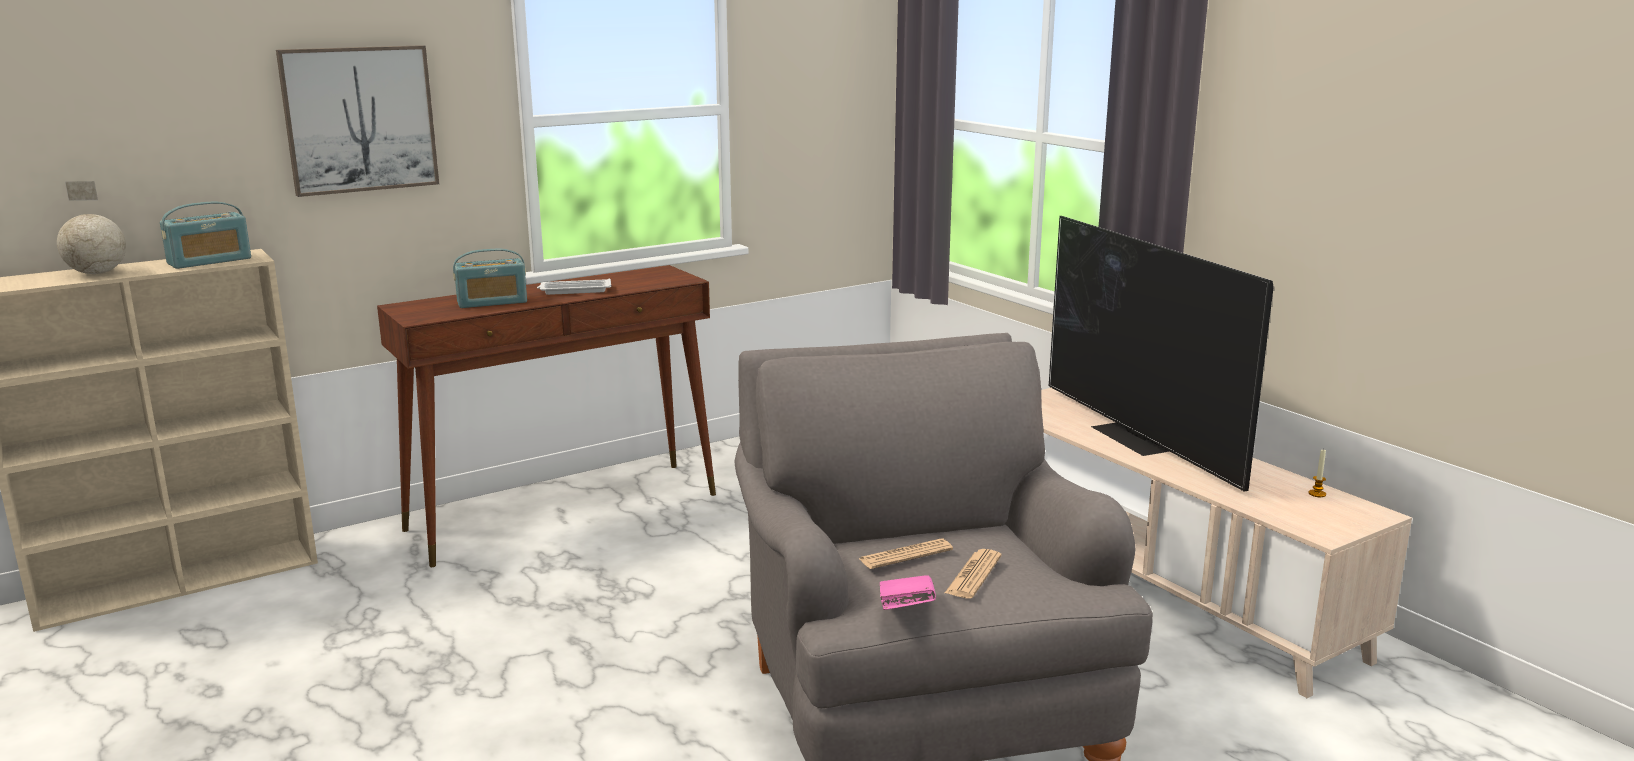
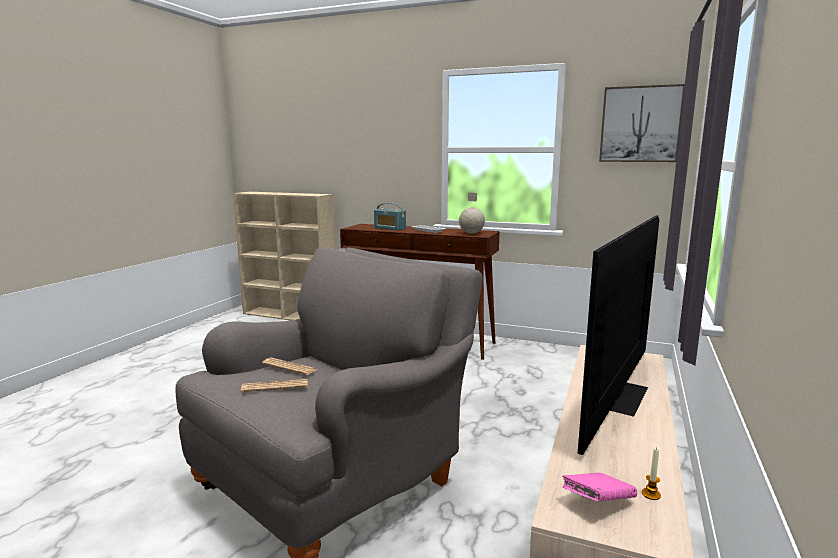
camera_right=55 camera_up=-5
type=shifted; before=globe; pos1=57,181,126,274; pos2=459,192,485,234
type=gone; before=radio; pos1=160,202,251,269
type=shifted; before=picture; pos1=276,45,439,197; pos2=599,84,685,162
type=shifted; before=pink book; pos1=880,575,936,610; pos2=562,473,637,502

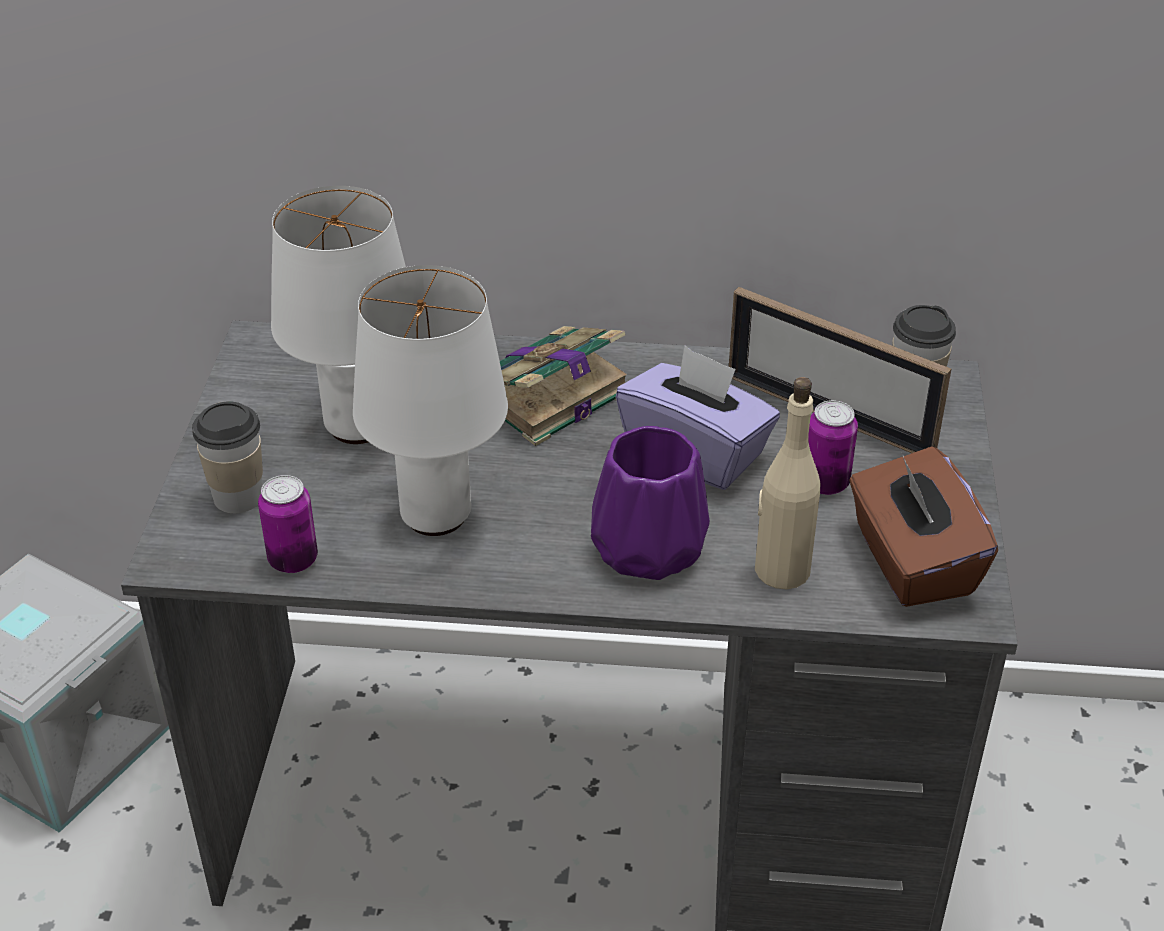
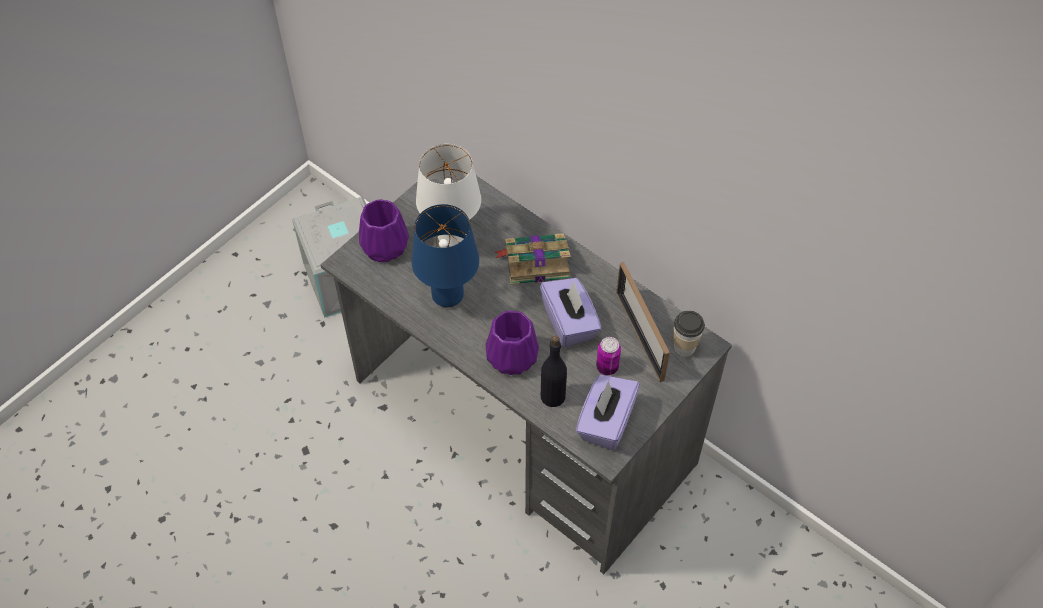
camera_right=35 camera_up=15
type=swapped; before=cup; after=purple vase; pos1=192,401,263,513; pos2=359,200,409,262
type=gone; before=can; pos1=258,475,318,573
type=repainted; before=white table lamp; after=blue table lamp; pos1=353,265,508,536; pos2=412,204,479,308
type=repainted; before=beige bottle; after=black bottle; pos1=755,377,820,590; pos2=541,336,567,407
type=repainted; before=brown tissue box; after=purple tissue box; pos1=849,446,998,607; pos2=576,375,640,450

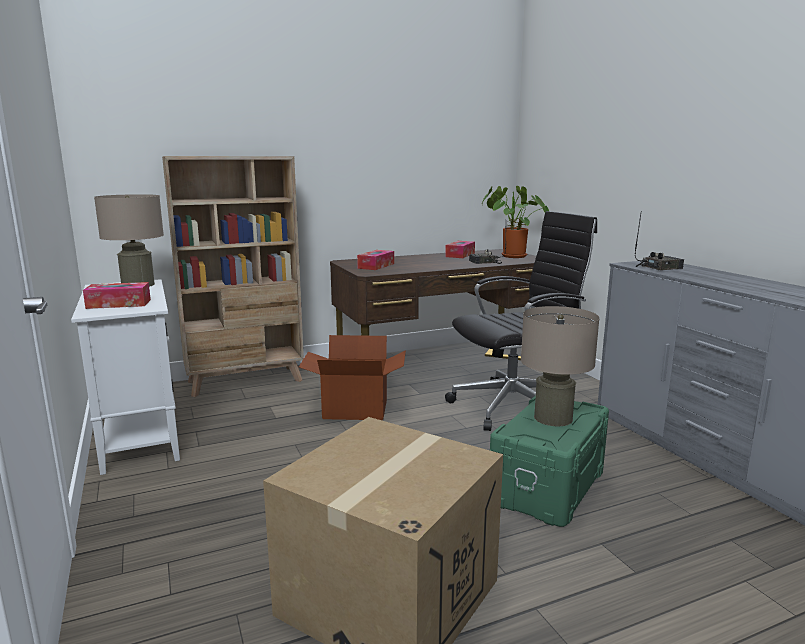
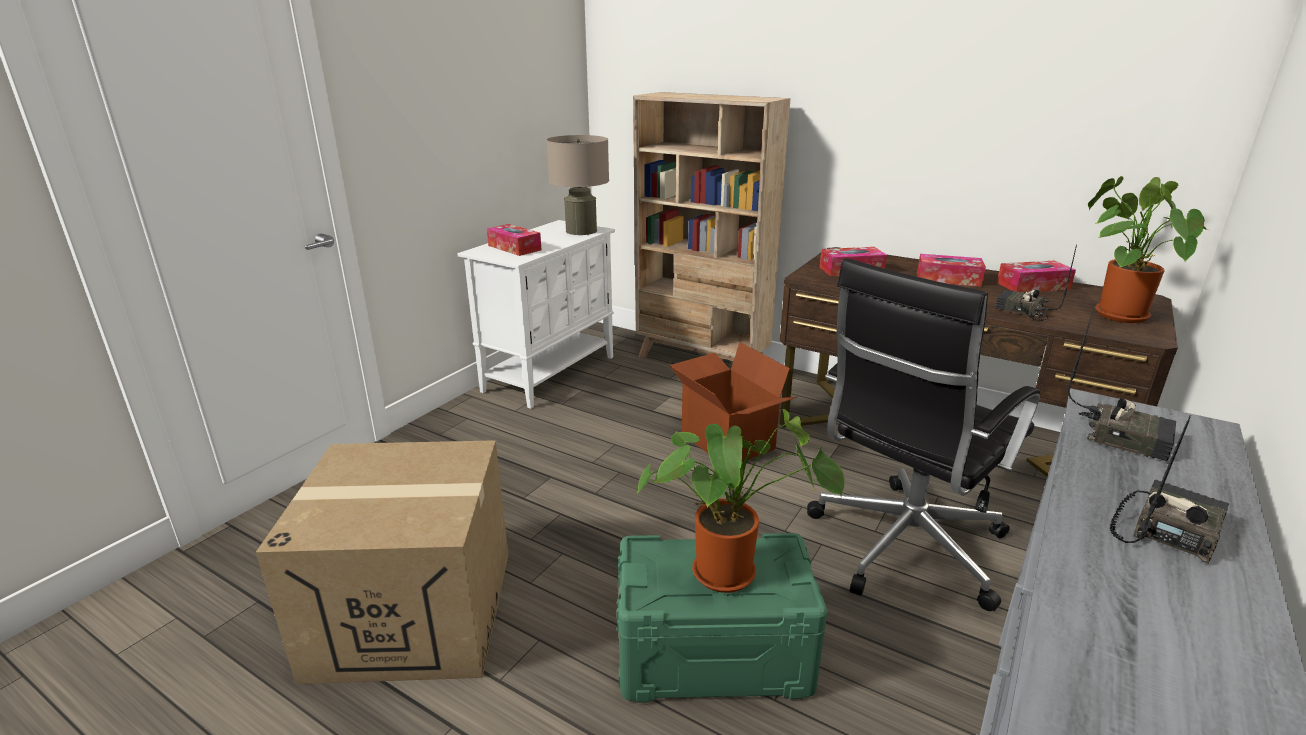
camera_right=55 camera_up=10
type=rotated; before=black office chair; pos1=445,211,597,431; pos2=807,258,1040,611; turn=105
type=swapped; before=beige table lamp; after=potted plant; pos1=521,306,600,426; pos2=637,409,845,593
type=new; after=tissue box; pos2=917,254,986,287
type=new; after=radio; pos2=1110,415,1229,564

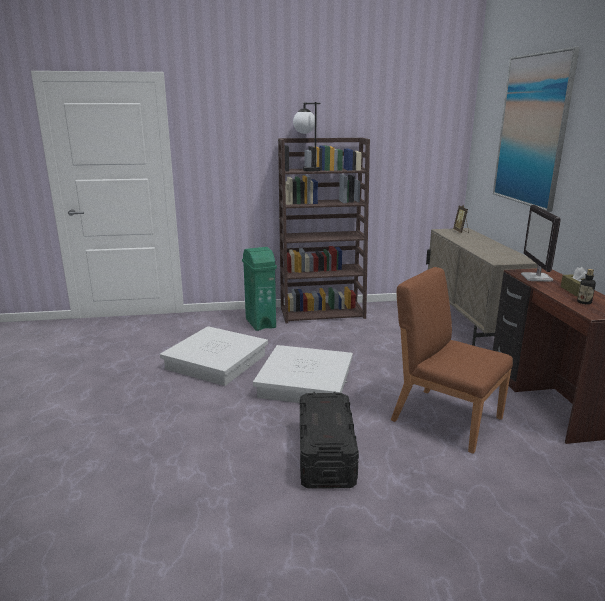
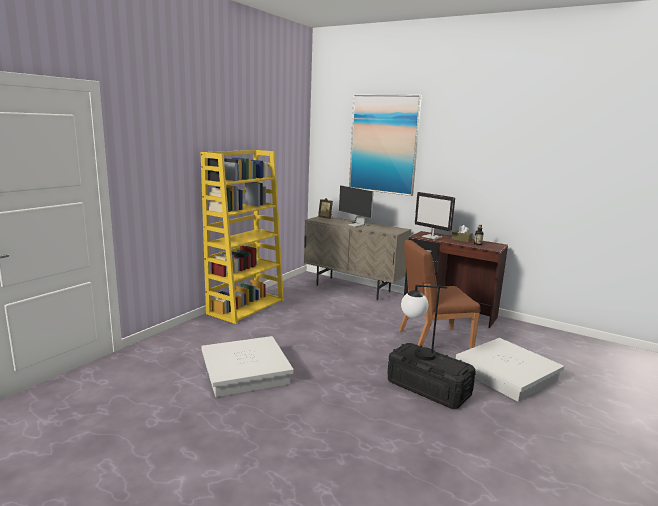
camera_right=-50 camera_up=-5
type=gone; before=green trash can; pos1=242,247,277,331
type=shifted; before=white storage box; pos1=253,345,353,403; pos2=456,338,564,402
type=repainted; before=brown bookcase; after=yellow bookcase; pos1=278,137,370,323; pos2=201,150,284,324
type=shifted; before=table lamp; pos1=293,102,321,171; pos2=401,285,447,361
type=new; after=monitor; pos2=339,185,374,227

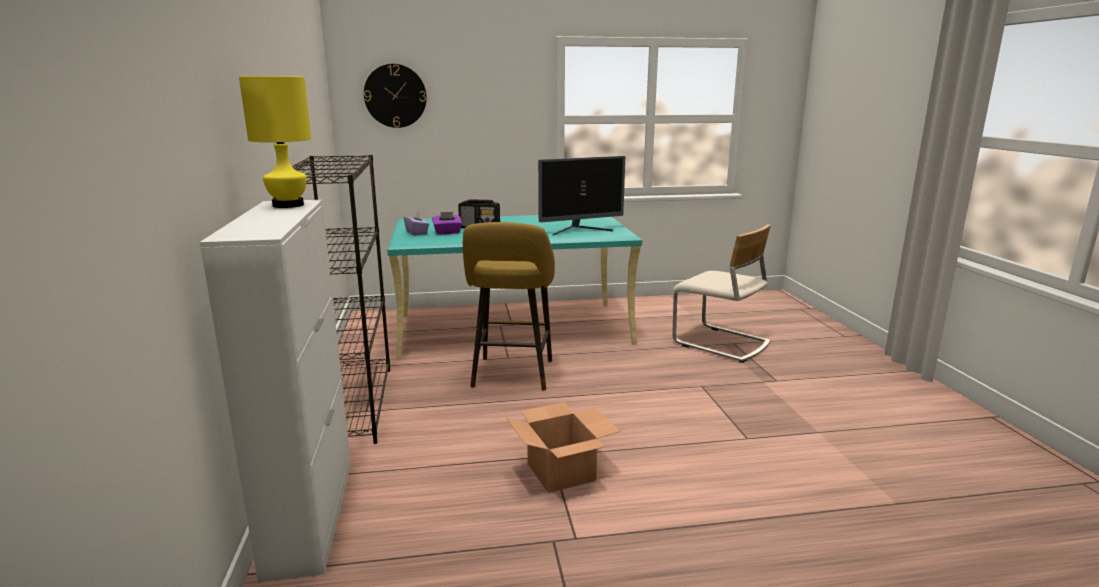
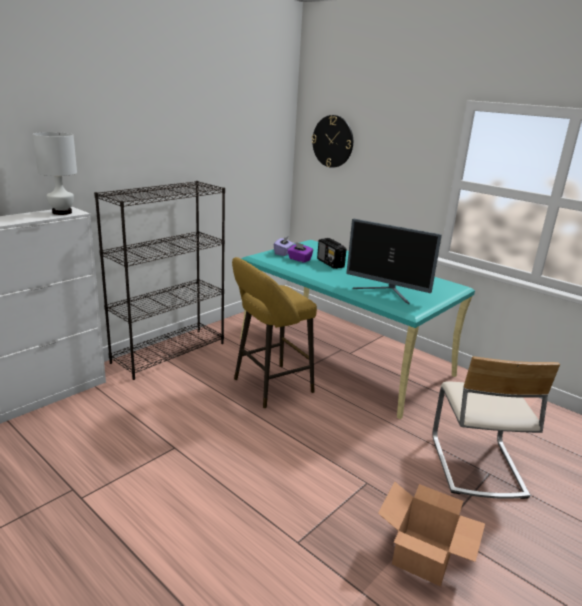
camera_right=50 camera_up=5
type=repainted; before=yellow table lamp; after=white table lamp; pos1=239,76,311,208; pos2=33,132,77,215
type=shifted; before=cardboard box; pos1=506,402,620,493; pos2=378,481,485,587

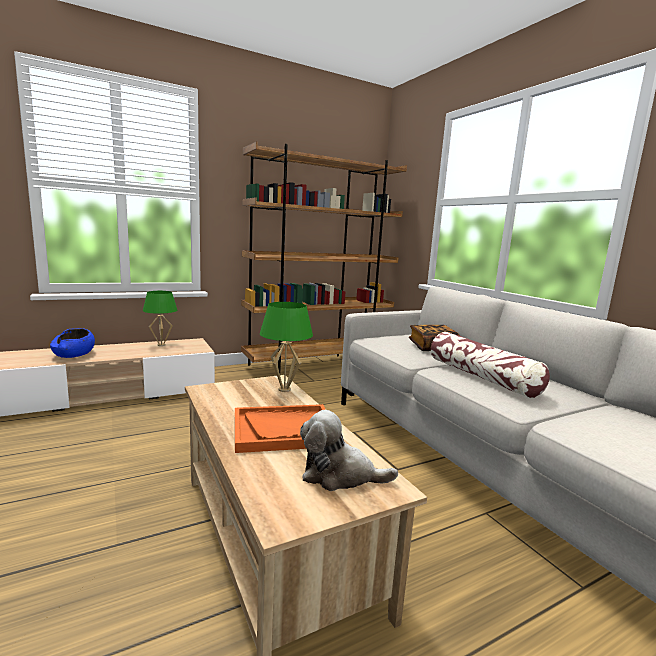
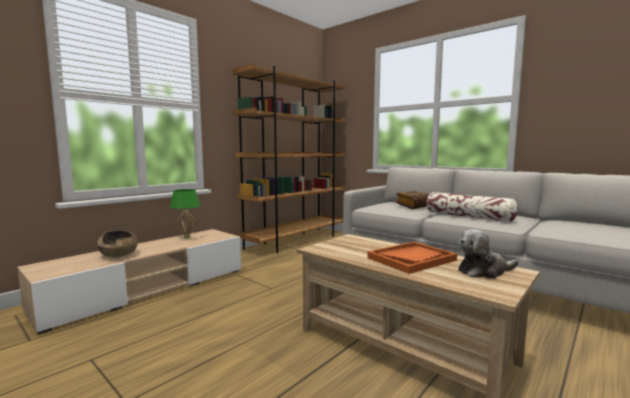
camera_right=-20 camera_up=-5
type=repainted; before=blue bowl; after=brown bowl; pos1=50,328,95,358; pos2=97,230,138,258
type=gone; before=green table lamp; pos1=260,302,313,392

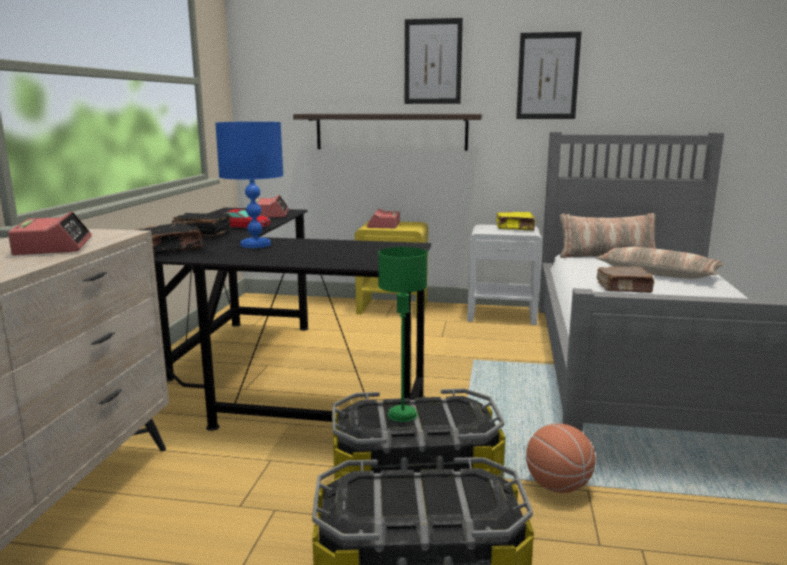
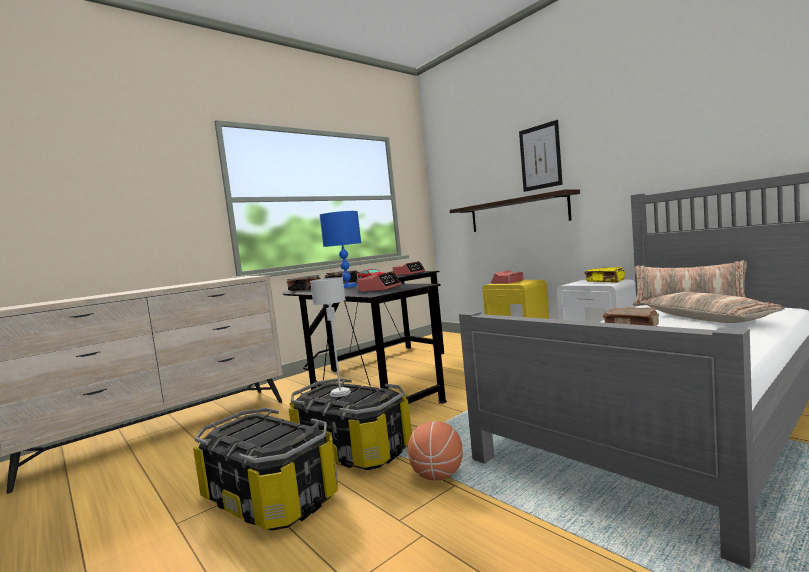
camera_right=40 camera_up=-10
type=shifted; before=alarm clock; pos1=8,212,92,255; pos2=357,271,402,292
type=repainted; before=green table lamp; after=grey table lamp; pos1=378,247,428,422; pos2=310,277,351,397
type=gone; before=picture; pos1=516,32,582,119

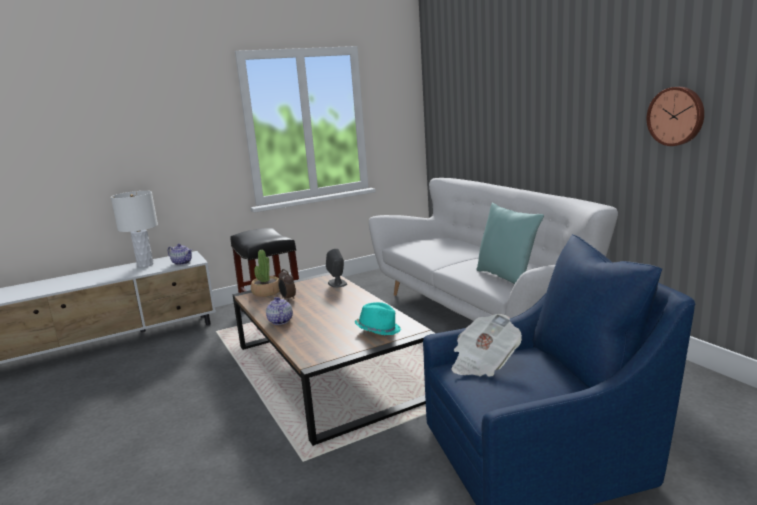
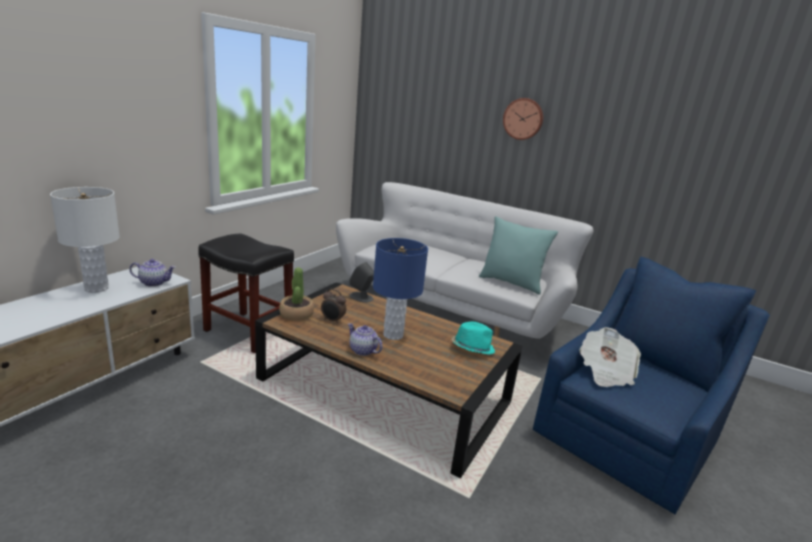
camera_right=-35 camera_up=5
type=shifted; before=wall clock; pos1=647,87,704,146; pos2=503,98,543,140
type=new; after=blue table lamp; pos2=373,238,428,340

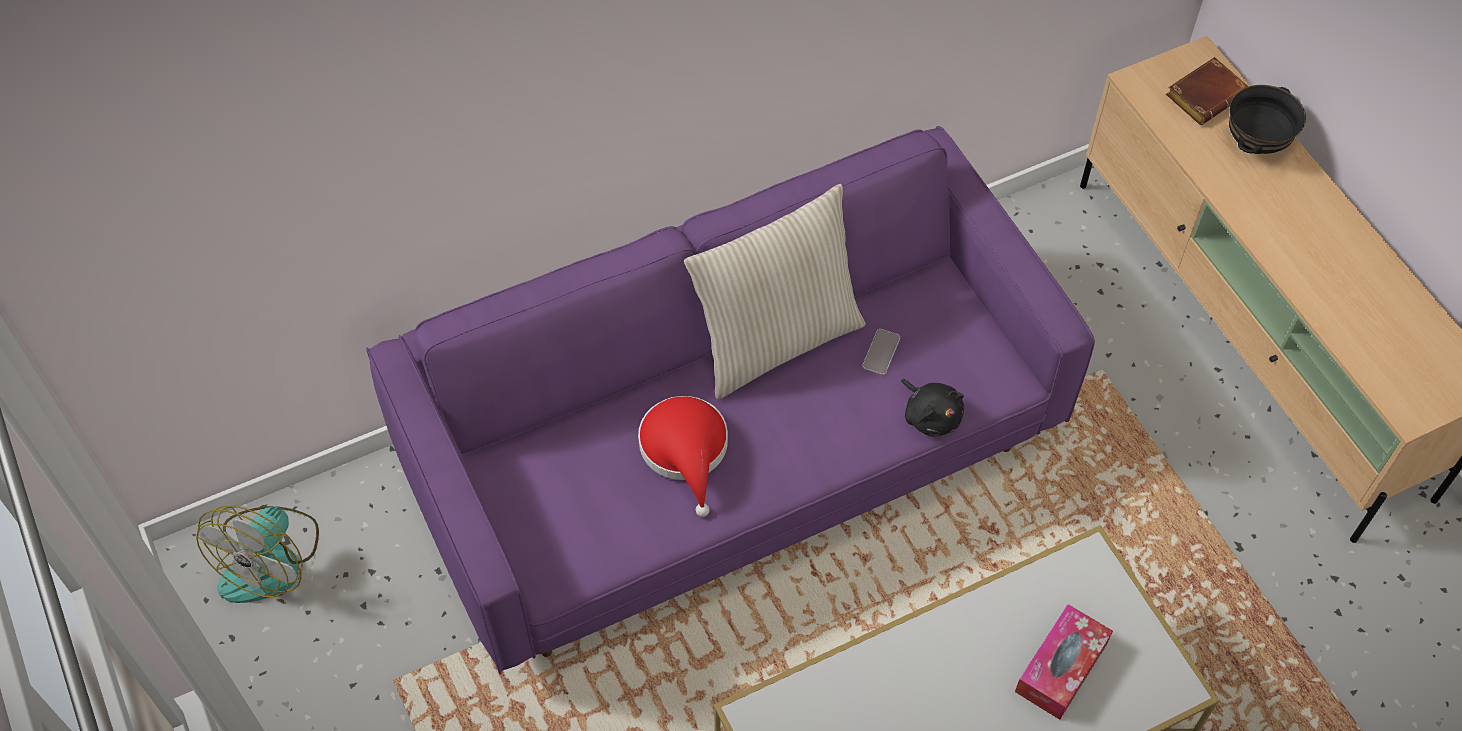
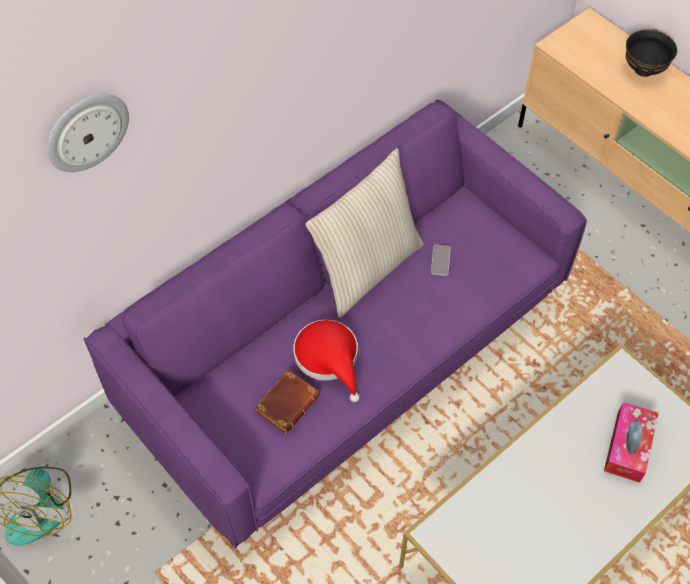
camera_right=-15 camera_up=0
type=gone; before=black plush toy; pos1=901,379,964,437
type=shifted; before=brown book; pos1=1166,57,1248,125; pos2=254,369,320,434
type=new; after=wall clock; pos2=47,94,129,172

